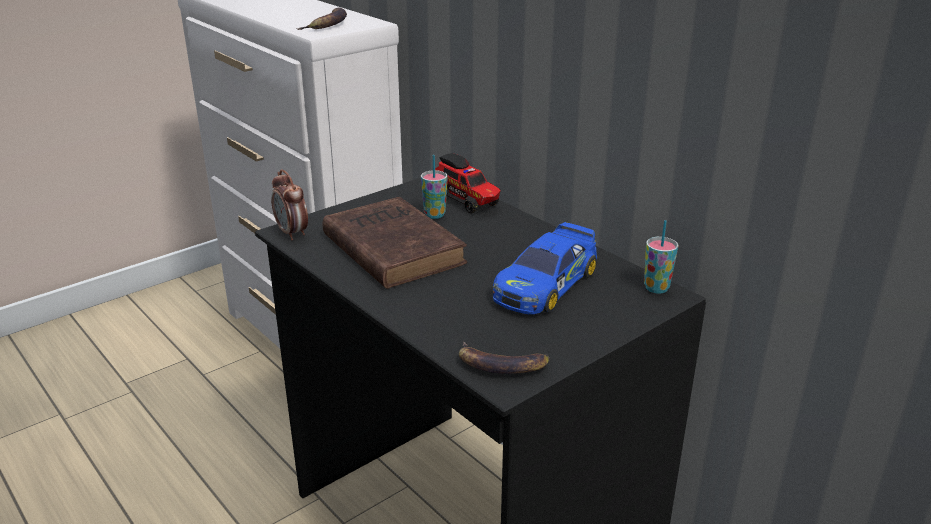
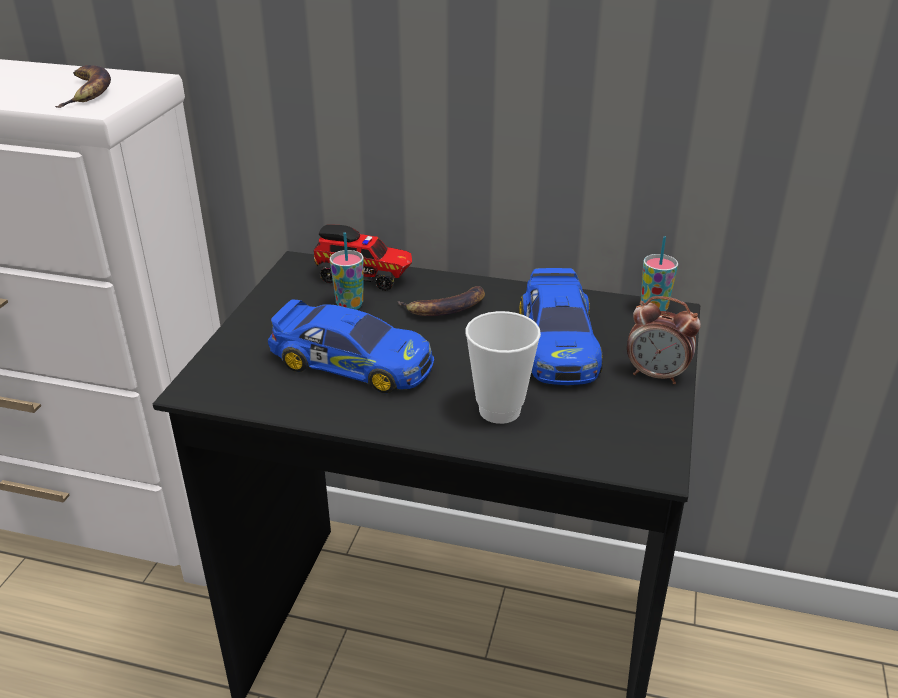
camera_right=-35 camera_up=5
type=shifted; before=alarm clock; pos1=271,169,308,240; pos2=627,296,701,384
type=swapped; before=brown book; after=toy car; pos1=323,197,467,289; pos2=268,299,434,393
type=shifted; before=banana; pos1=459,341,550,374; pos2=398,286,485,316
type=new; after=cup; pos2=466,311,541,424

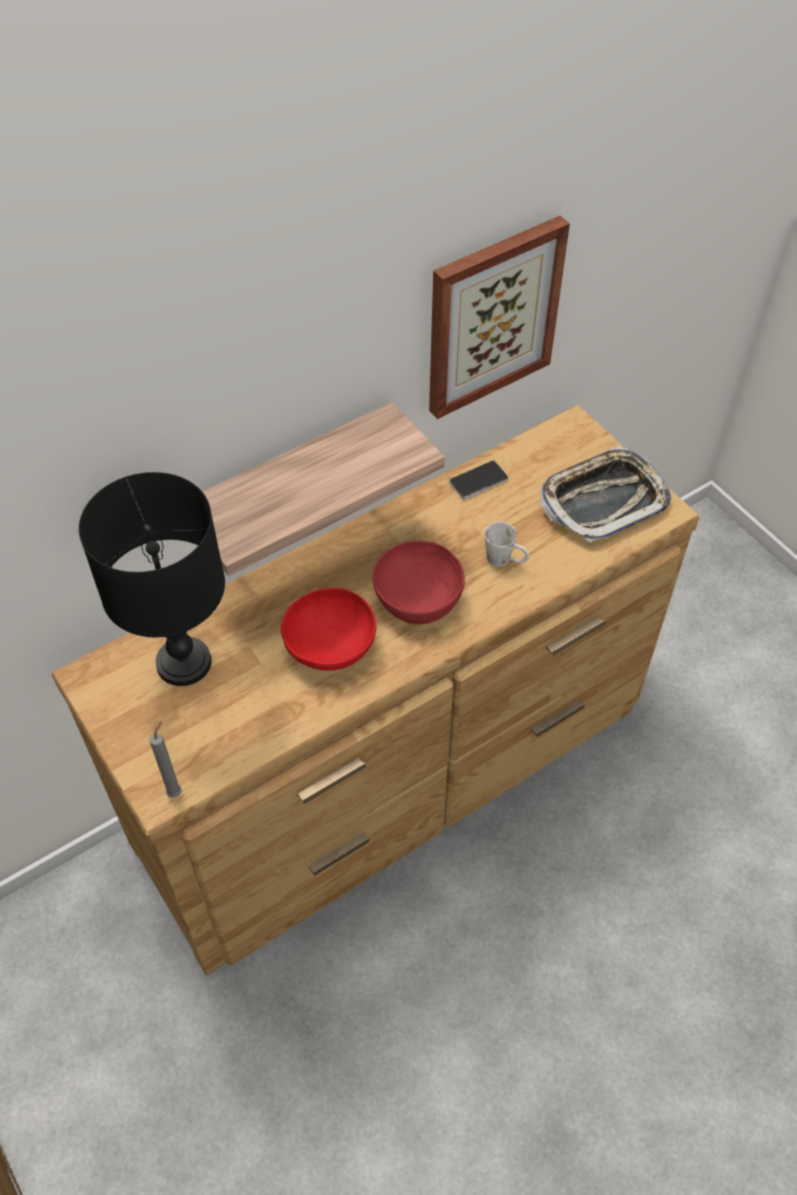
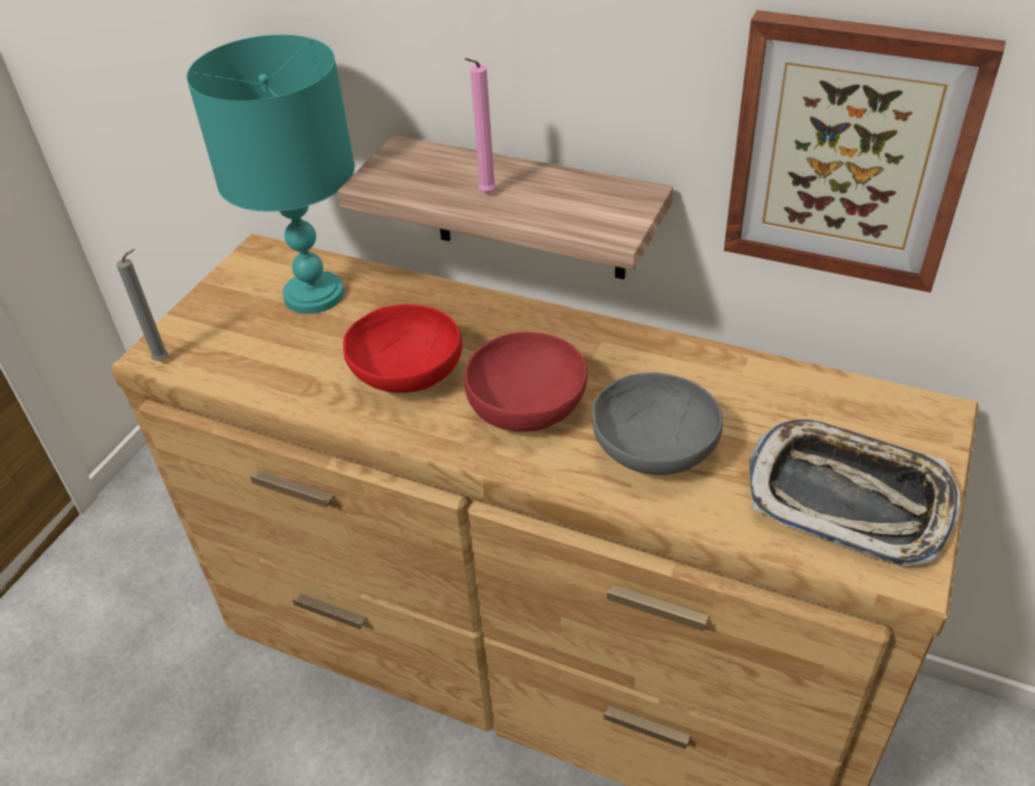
camera_right=60 camera_up=-10
type=repainted; before=black table lamp; after=turquoise table lamp; pos1=79,472,225,686; pos2=186,35,355,314
type=gone; before=phone; pos1=449,460,509,500
type=swapped; before=white mug; after=grey bowl; pos1=485,522,530,567; pos2=591,372,723,475
type=new; after=pink candle; pos2=465,58,496,193

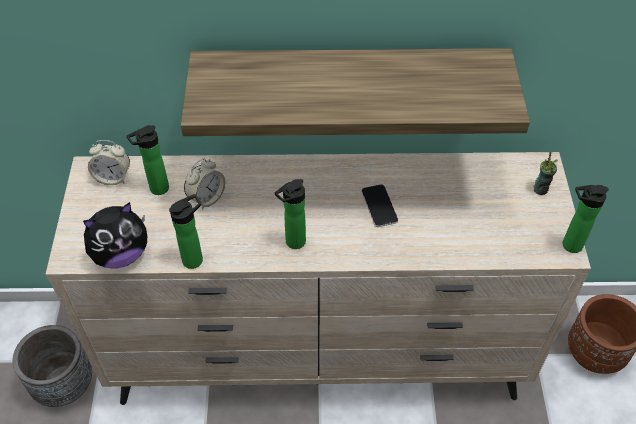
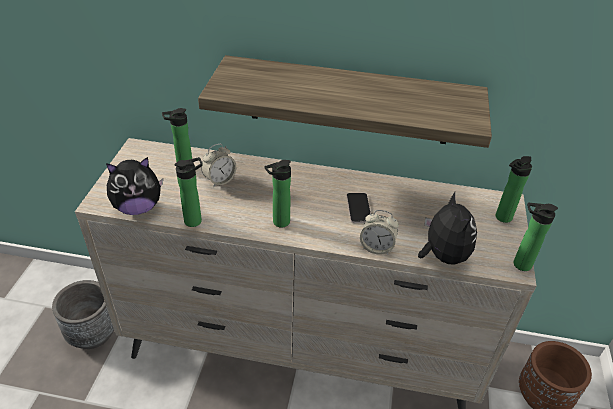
camera_right=10 camera_up=-10
type=shifted; before=alarm clock; pos1=88,140,130,185; pos2=360,210,399,255
type=swapped; before=cup; after=bottle; pos1=533,152,558,195; pos2=496,156,532,223
type=new; after=plush toy; pos2=418,192,477,265

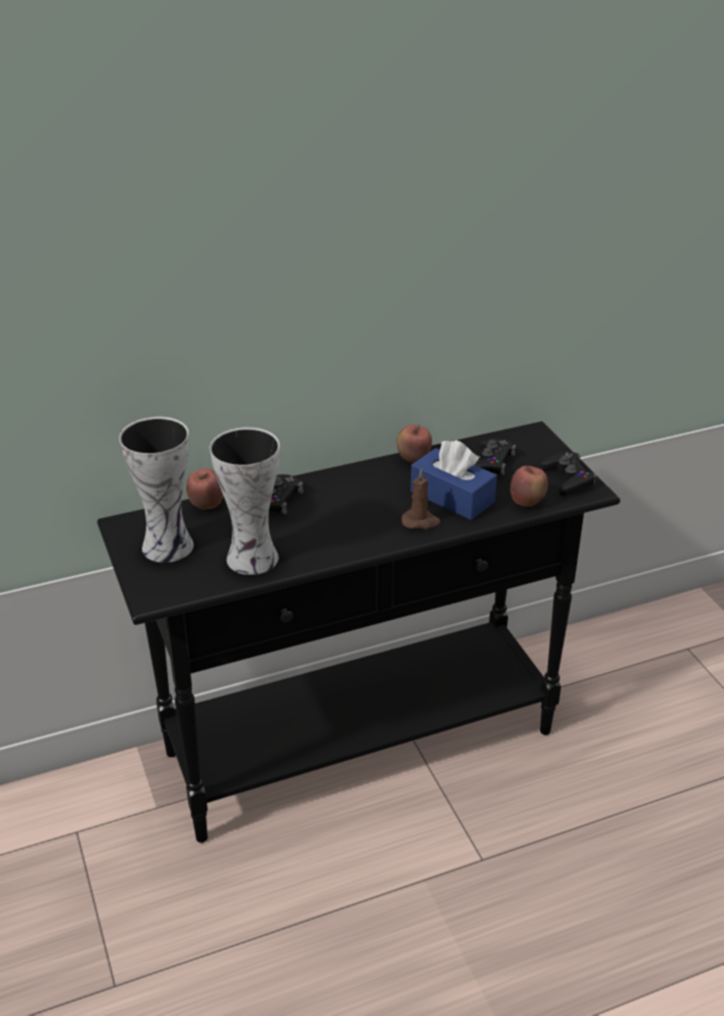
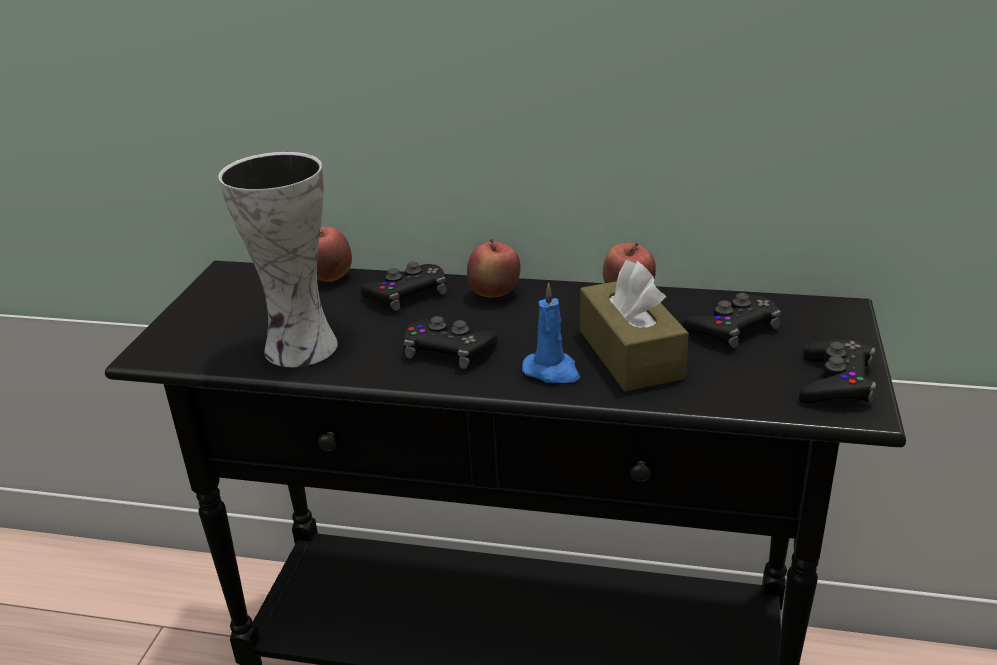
camera_right=35 camera_up=-5
type=gone; before=vase; pos1=119,417,194,563
type=repainted; before=brown candle; after=blue candle; pos1=401,469,441,529; pos2=522,283,580,383
type=repainted; before=blue tissue box; after=brown tissue box; pos1=411,440,497,520; pos2=580,260,689,391
type=shifted; before=apple; pos1=510,466,548,506; pos2=467,239,521,297
type=new; after=black game controller; pos2=403,316,498,369

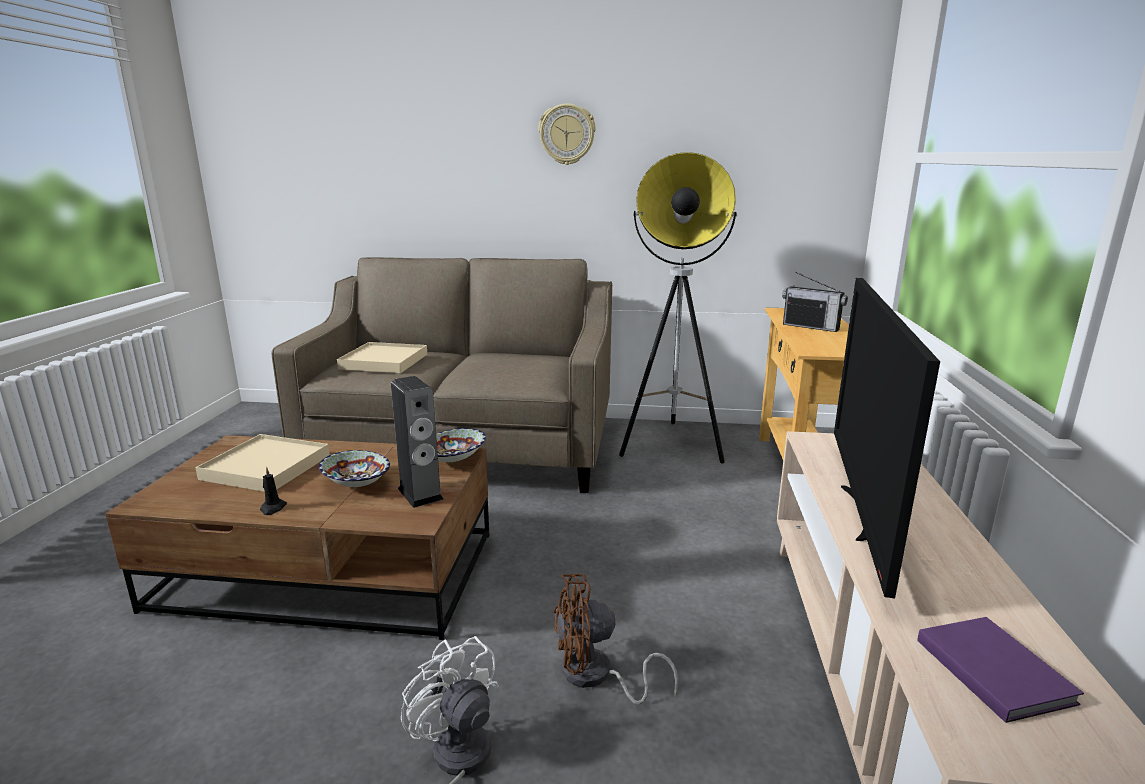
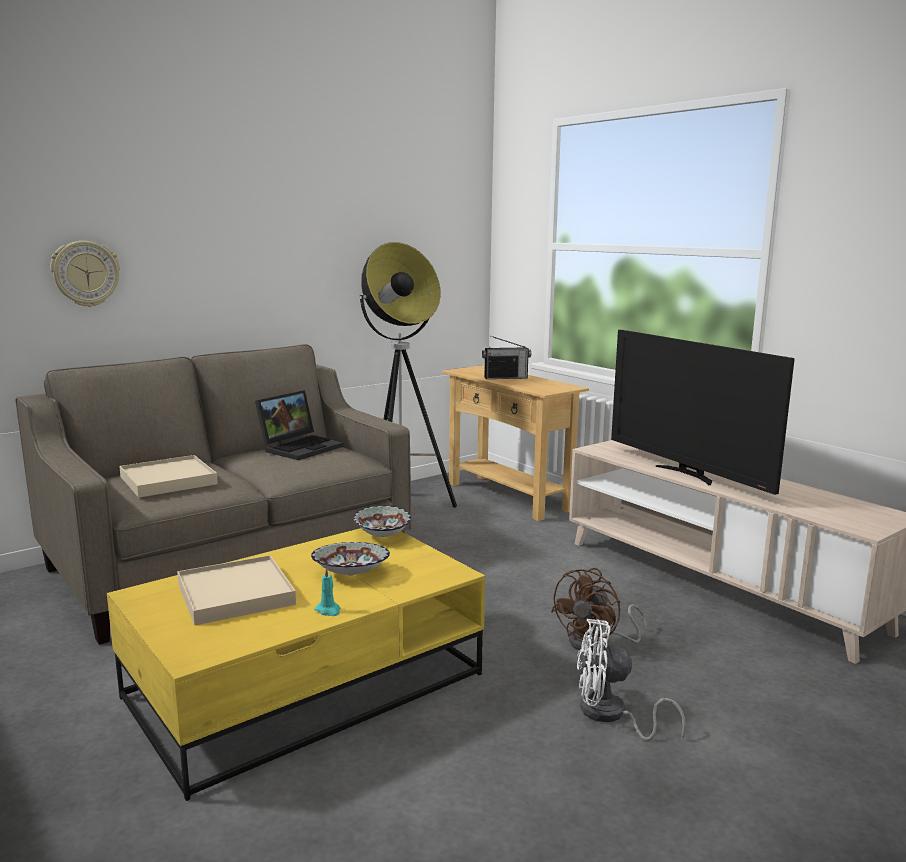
camera_right=-45 camera_up=-5
type=repainted; before=brown coffee table; after=yellow coffee table; pos1=105,435,490,640; pos2=107,528,485,801
type=repainted; before=black candle; after=turquoise candle; pos1=260,467,287,515; pos2=314,567,340,616
type=gone; before=speaker; pos1=391,376,444,508
type=shifted; before=wall clock; pos1=539,104,596,165; pos2=50,241,120,307
type=gone; before=purple book; pos1=917,617,1084,723
type=new; after=laptop; pos2=255,390,344,460

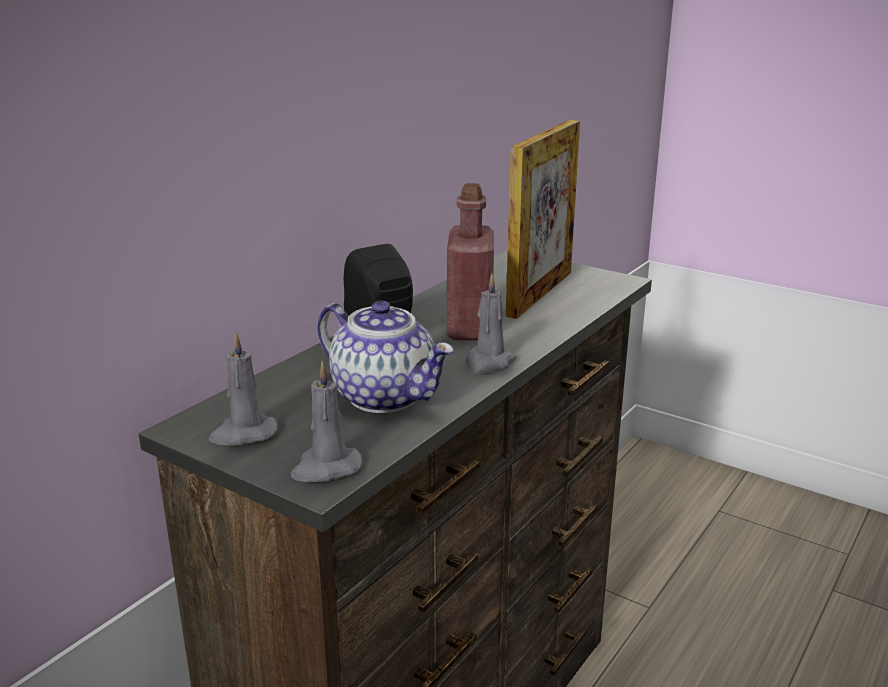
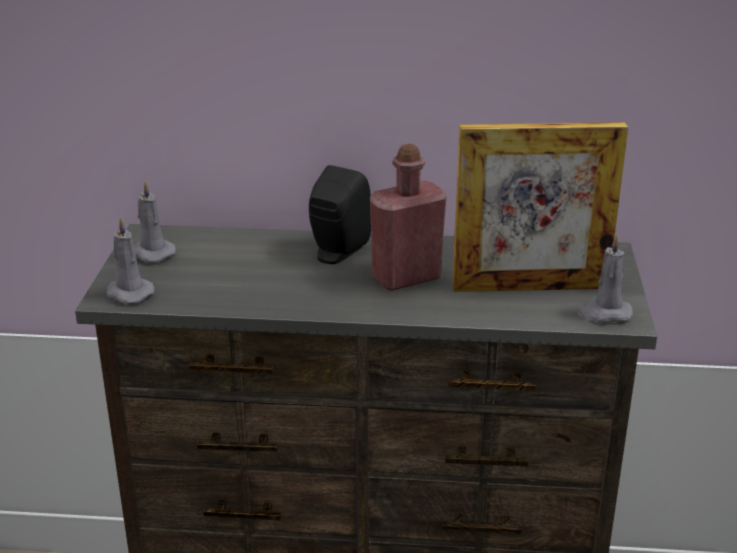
camera_right=60 camera_up=5
type=gone; before=teapot; pos1=317,300,454,413
type=shifted; before=grey candle; pos1=465,274,516,375; pos2=578,234,633,323

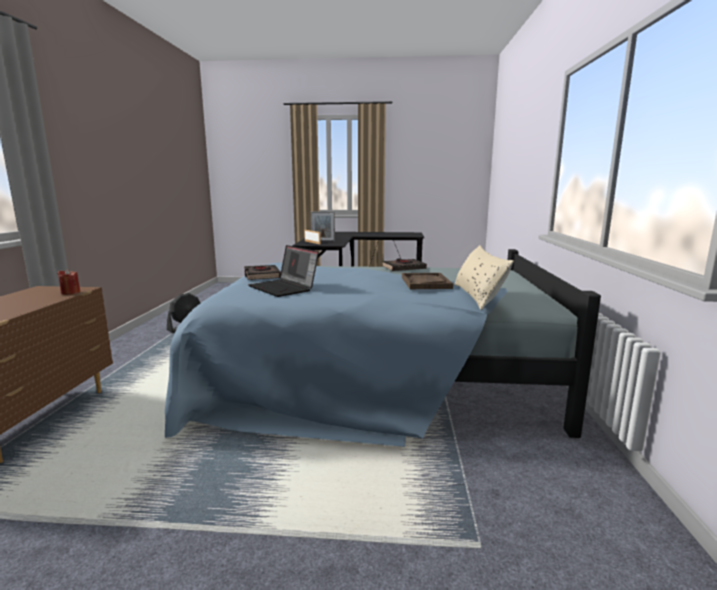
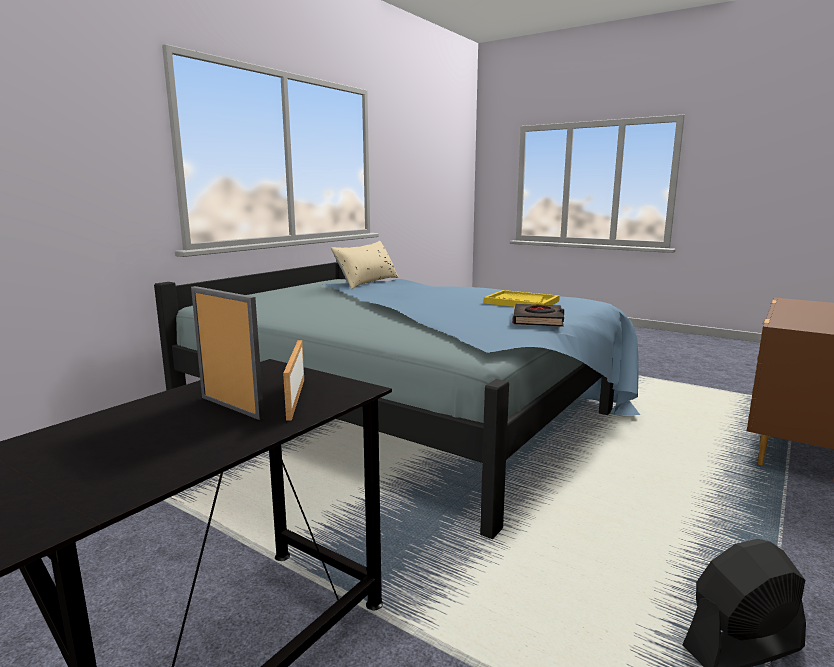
camera_right=-150 camera_up=0
type=gone; before=red candle; pos1=57,269,80,295
type=swapped; before=laptop; after=yellow tray; pos1=248,245,319,297; pos2=484,290,560,307
type=gone; before=black book; pos1=382,258,427,271
type=gone; before=brown tray; pos1=402,273,453,289

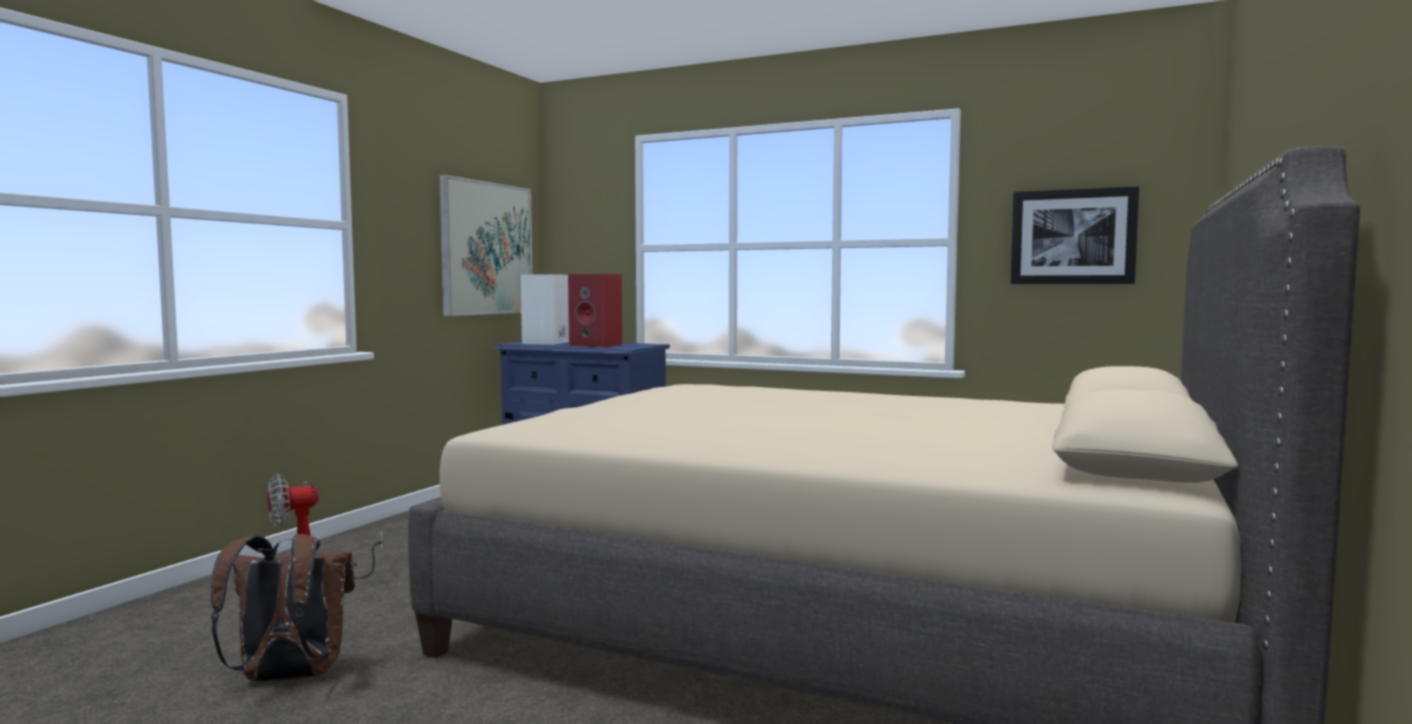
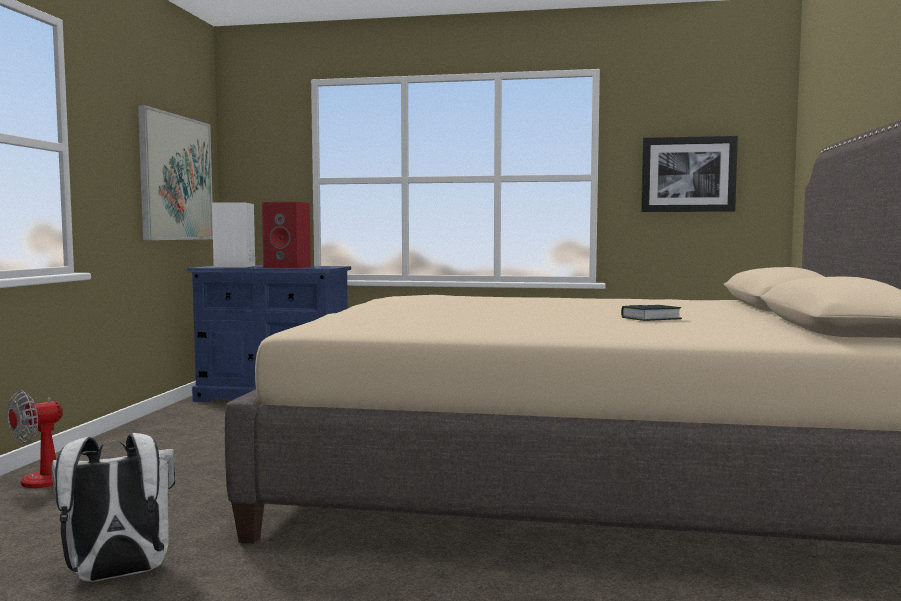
camera_right=-15 camera_up=0
type=repainted; before=brown backpack; after=white backpack; pos1=211,534,355,682; pos2=51,433,175,582
type=new; after=book; pos2=621,305,682,321

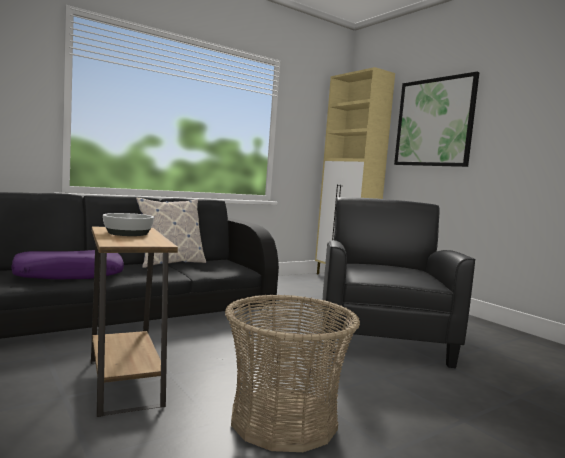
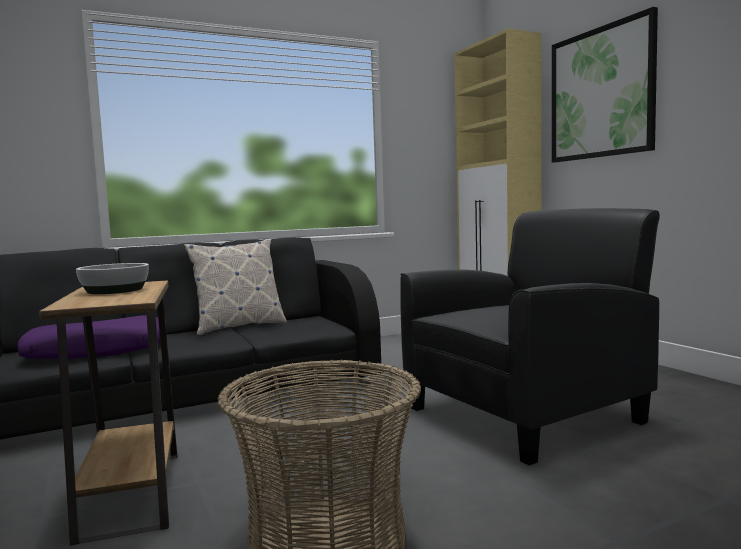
camera_right=10 camera_up=0
type=rotated; before=black armchair; pos1=323,197,476,368; pos2=400,208,660,465; turn=45

